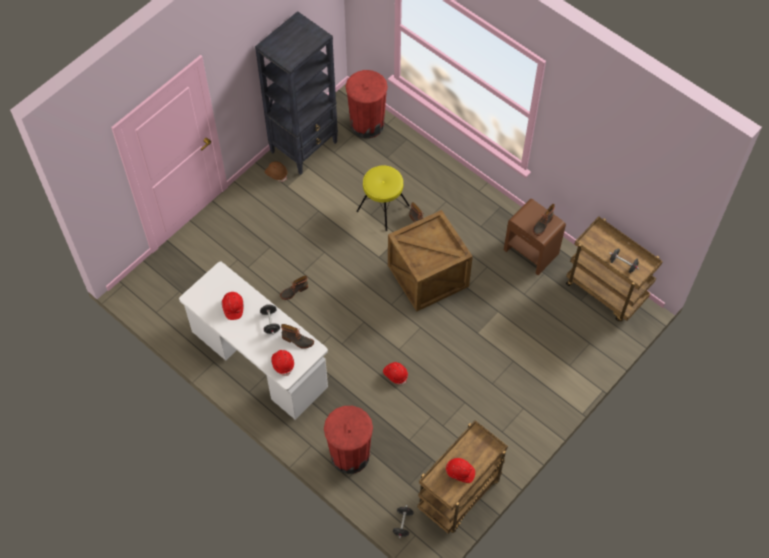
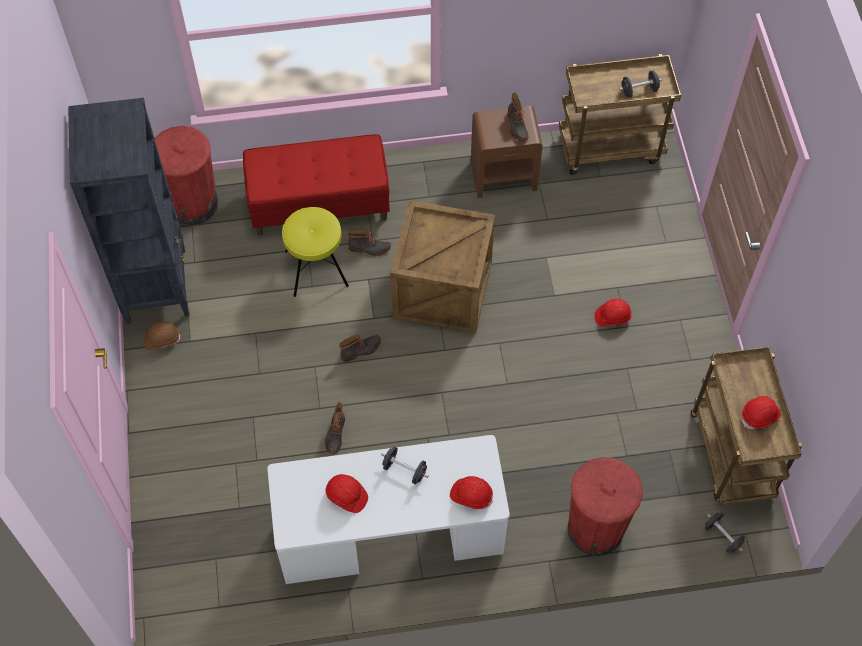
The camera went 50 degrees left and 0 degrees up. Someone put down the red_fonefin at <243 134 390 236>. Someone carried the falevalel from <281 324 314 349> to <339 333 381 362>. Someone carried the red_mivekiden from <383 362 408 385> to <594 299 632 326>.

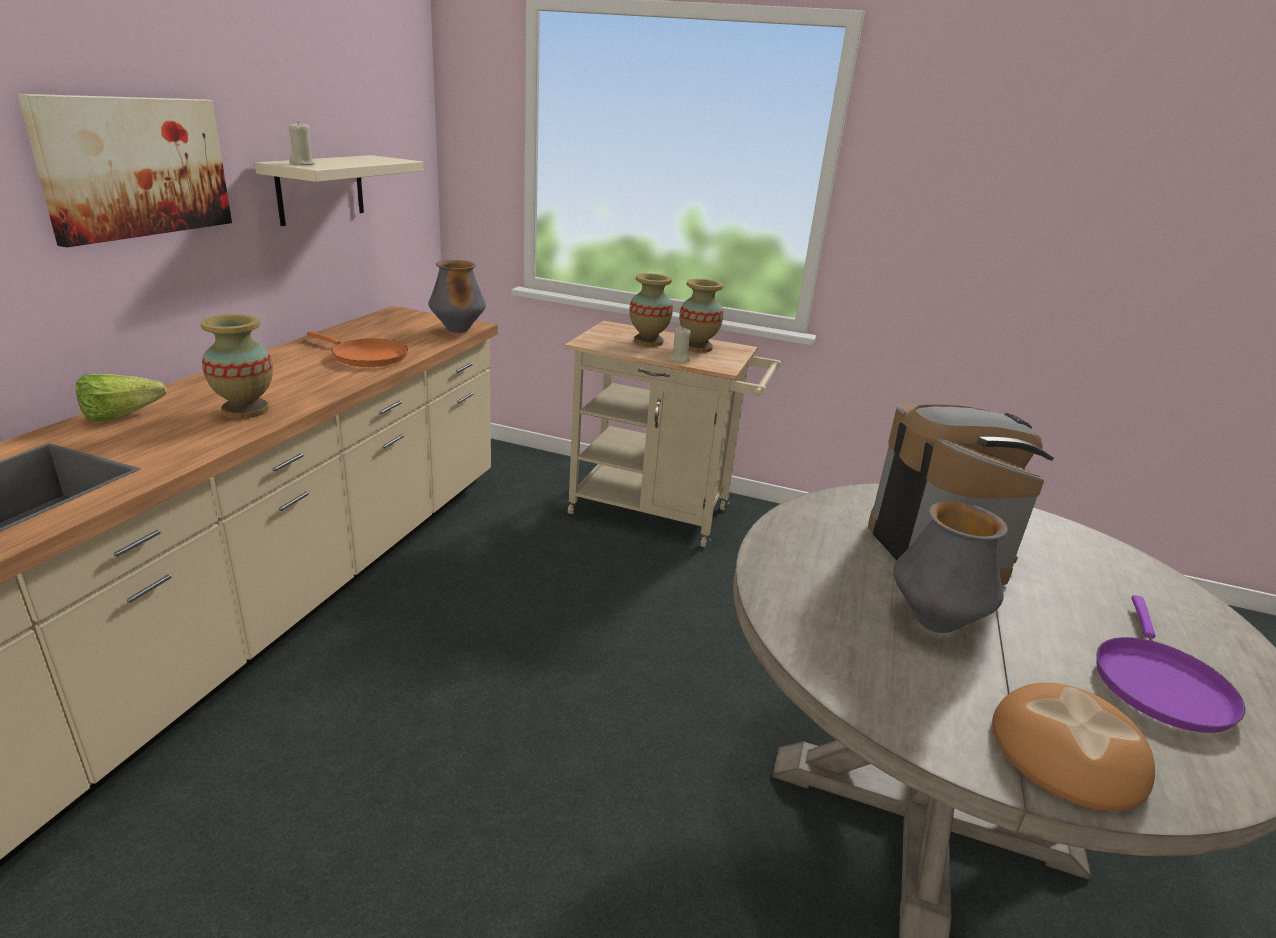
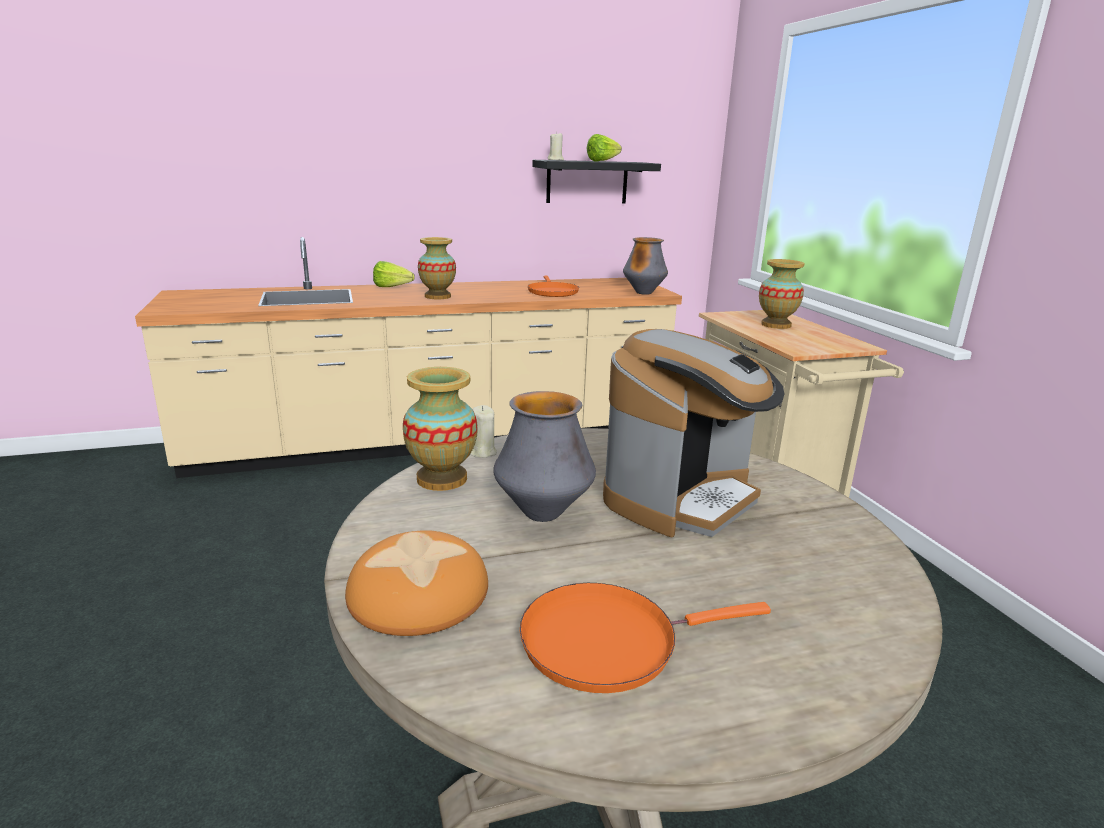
The camera went 55 degrees right and 5 degrees down. Someone took away the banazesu at <17 94 232 247>. Someone put down the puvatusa at <586 134 622 162>. Someone carried the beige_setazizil from <670 327 691 363> to <470 405 497 458>. Someone carried the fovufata from <679 279 723 353> to <403 367 478 491>. Someone repainted the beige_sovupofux at <255 155 424 226>, which became the black_sovupofux at <532 160 661 204>. Someone repainted the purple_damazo at <1096 595 1245 733>, which became the orange_damazo at <520 583 771 693>.

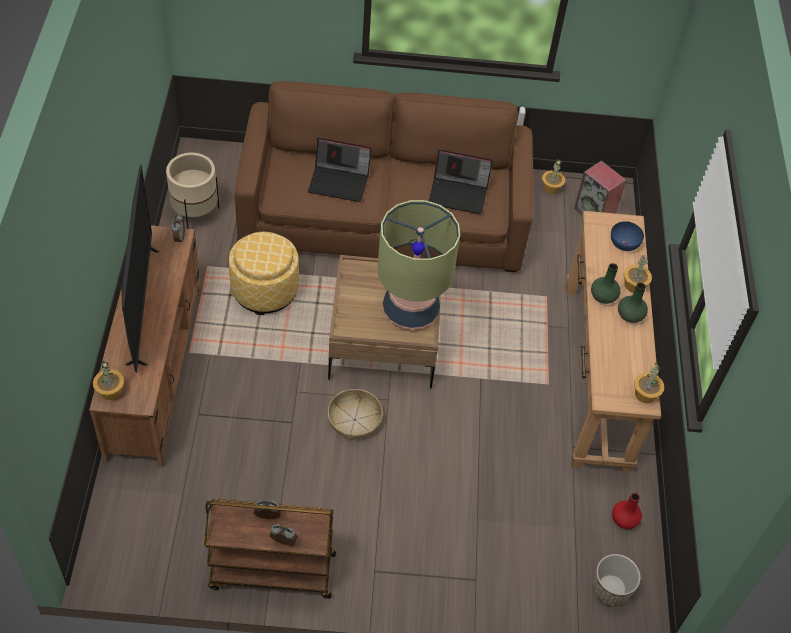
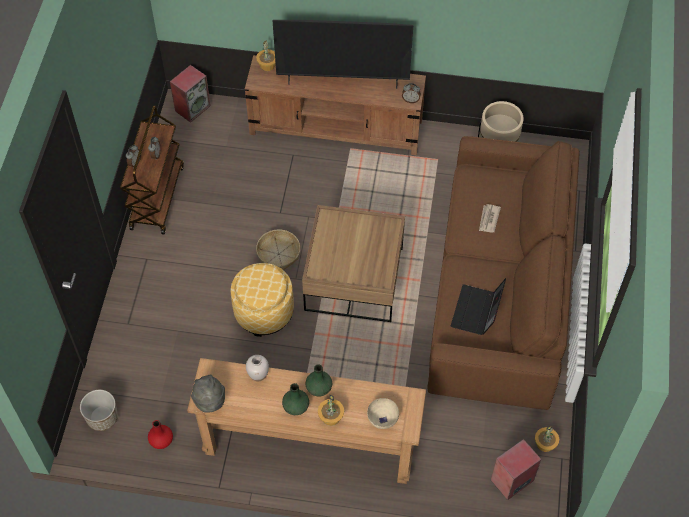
The camera went 100 degrees right and 5 degrees up. Someone took away the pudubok at <378 200 460 330>. Someone put down the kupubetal at <170 65 211 123>. Someone put down the white_fovufata at <246 355 269 382>. Someone carried the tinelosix from <229 232 299 315> to <231 263 294 337>. Someone swapped the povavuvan at <308 138 371 202> for the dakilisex at <479 204 501 233>. Someone swapped the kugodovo at <634 363 664 403> for the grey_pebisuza at <191 374 225 412>. Someone repainted the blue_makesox at <611 221 644 251>, which became the beige_makesox at <367 398 399 429>.

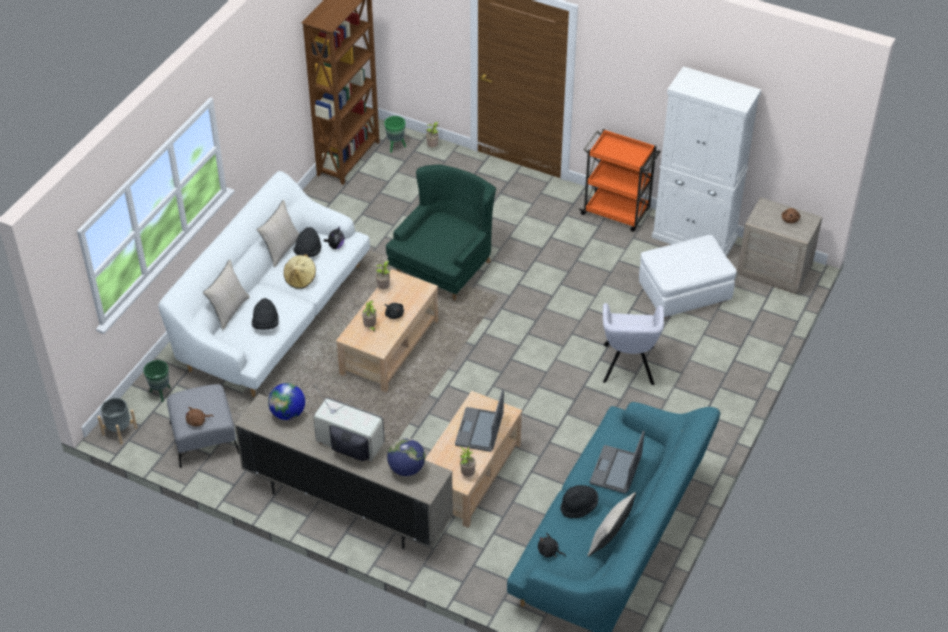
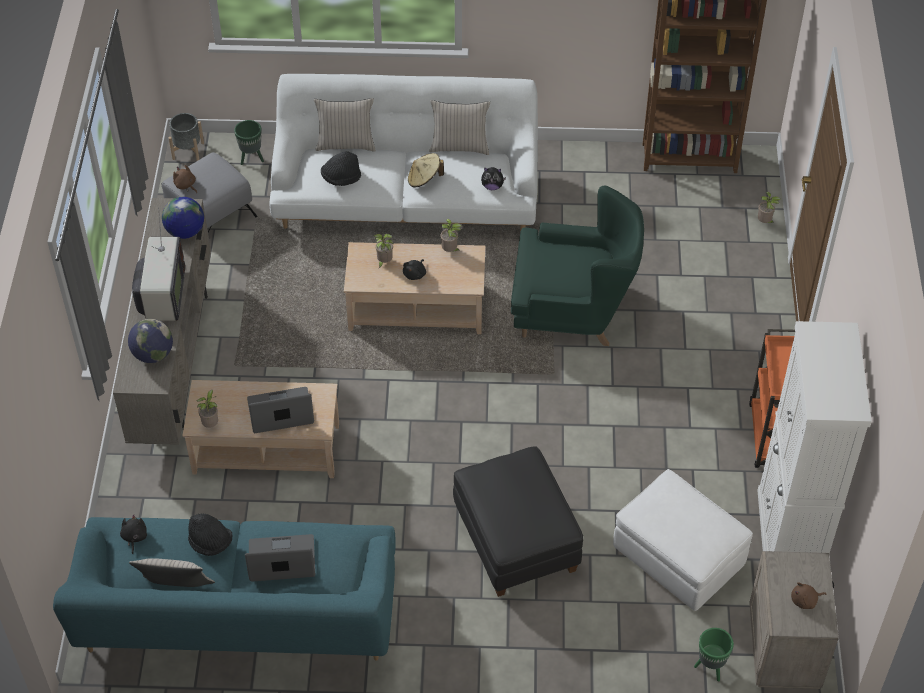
The camera went 65 degrees right and 5 degrees up. Someone took away the black_pebisuza at <293 227 321 257>. Someone carried the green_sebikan from <384 116 406 153> to <694 628 734 681>. Someone swapped the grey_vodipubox at <603 303 664 385> for the black_tinelosix at <453 447 583 597>.

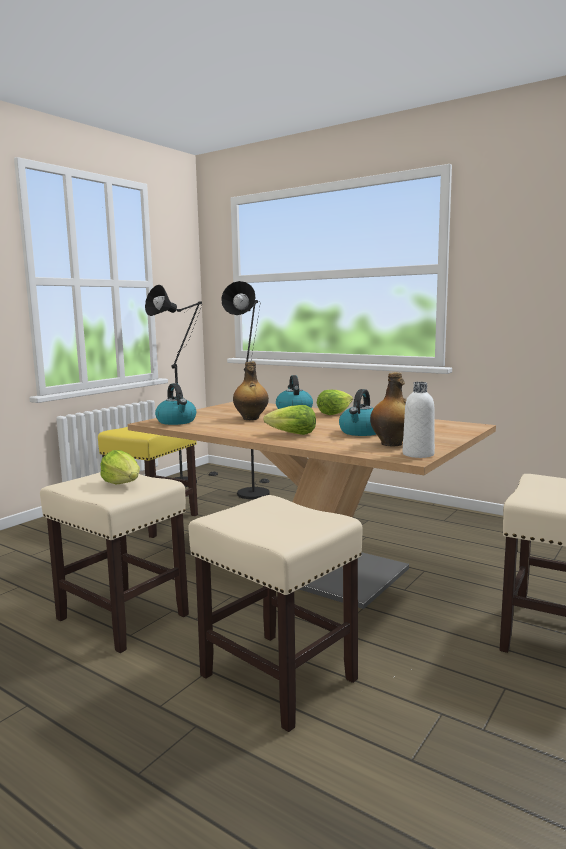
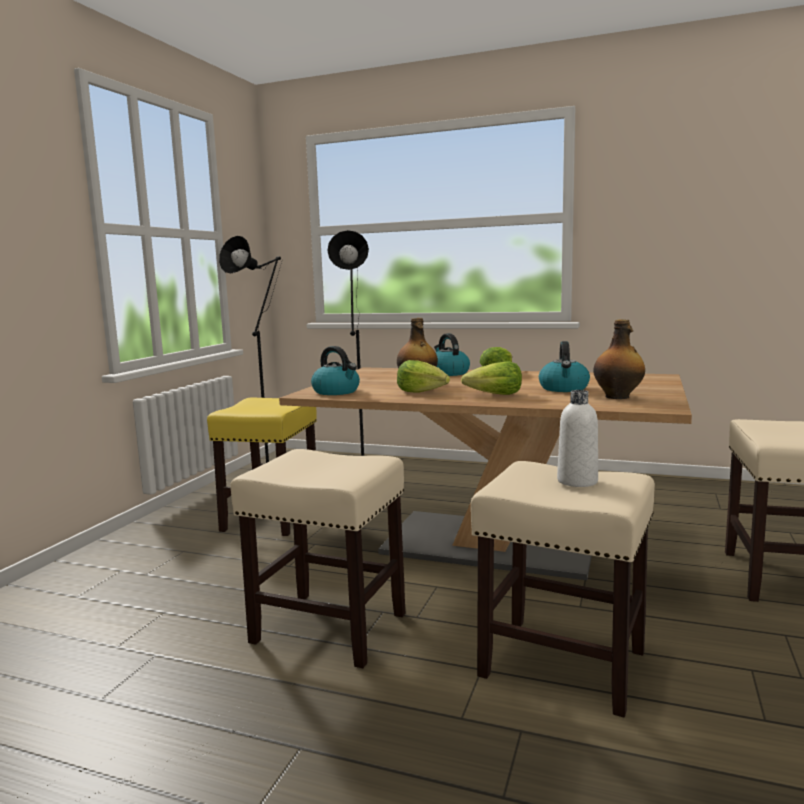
The camera went 15 degrees left and 0 degrees up. Someone carried the puvatusa from <100 450 140 484> to <397 360 450 393>. Someone carried the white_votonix from <403 382 435 458> to <557 390 598 487>.

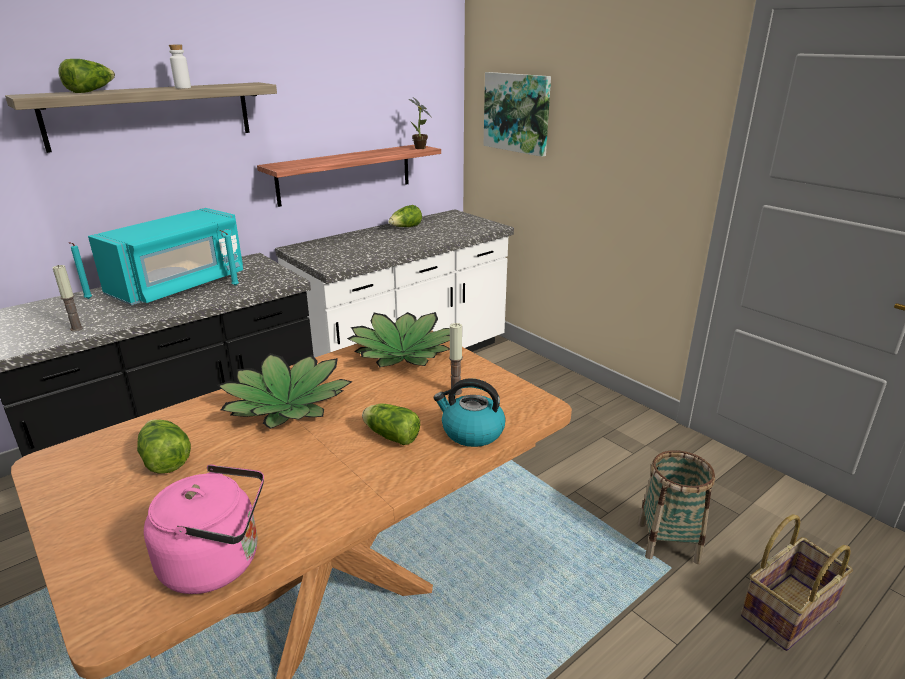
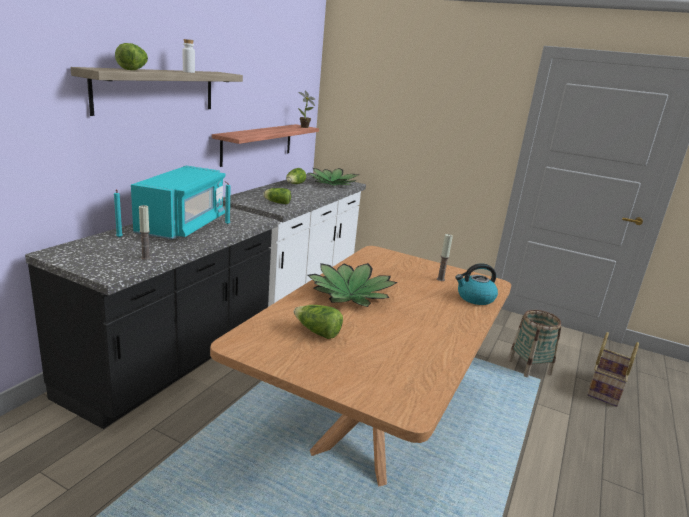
The camera went 25 degrees left and 5 degrees down. Someone took away the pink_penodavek at <144 464 264 594>. Someone took away the banazesu at <483 72 551 157>. Someone carried the kugodovo from <347 312 450 367> to <308 168 358 186>. Someone carried the puvatusa from <362 404 420 445> to <263 188 291 204>.

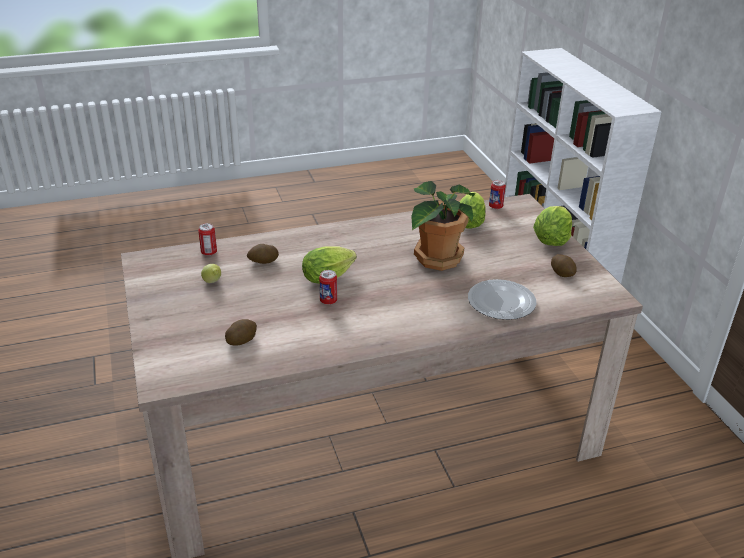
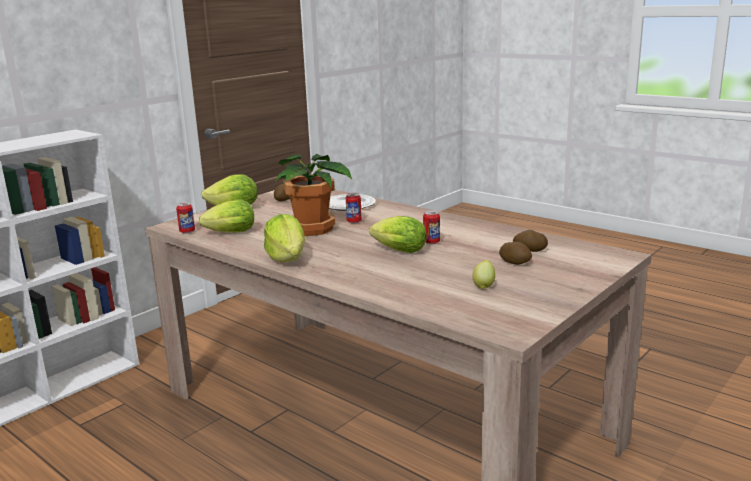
The camera went 120 degrees left and 15 degrees down. Someone put down the puvatusa at <264 214 305 263>. Someone carried the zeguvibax from <198 223 217 256> to <346 193 362 224>. Someone carried the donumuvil from <247 244 279 264> to <499 242 532 265>.

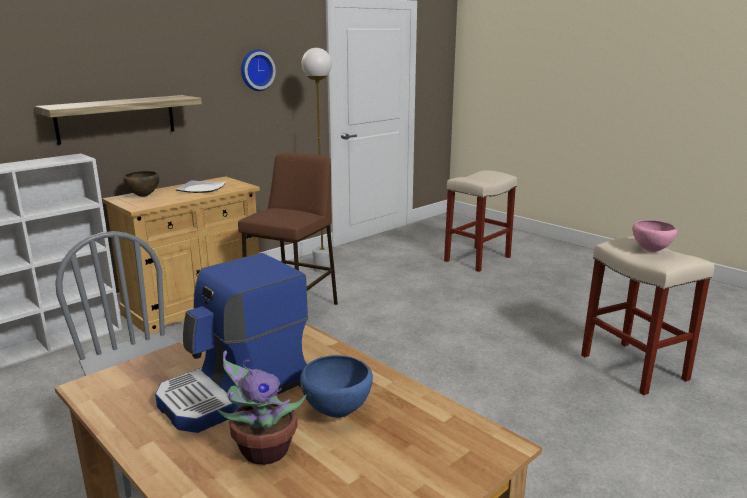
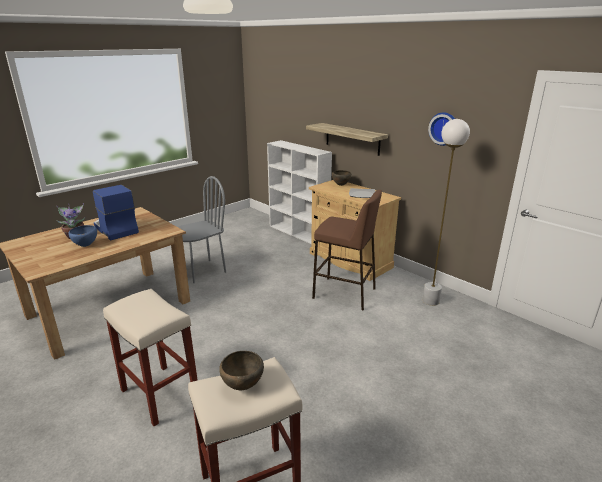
The camera went 90 degrees right and 5 degrees up. Someone carried the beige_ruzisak from <444 170 517 272> to <103 289 197 426>. Someone repainted the pink_makesox at <633 220 677 252>, which became the brown_makesox at <219 351 264 390>.

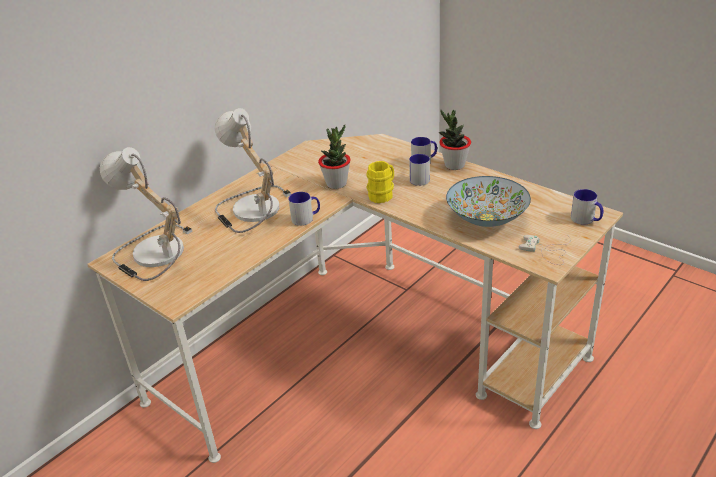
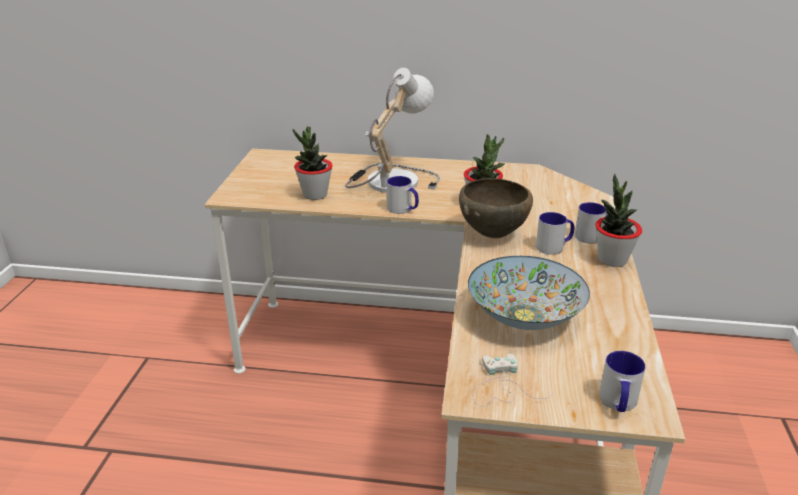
The camera went 55 degrees right and 5 degrees down. Someone took away the pudubok at <100 147 193 281>. Someone put down the kugodovo at <292 126 333 200>. Someone swapped the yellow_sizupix at <366 161 394 203> for the brown_makesox at <459 178 533 238>.

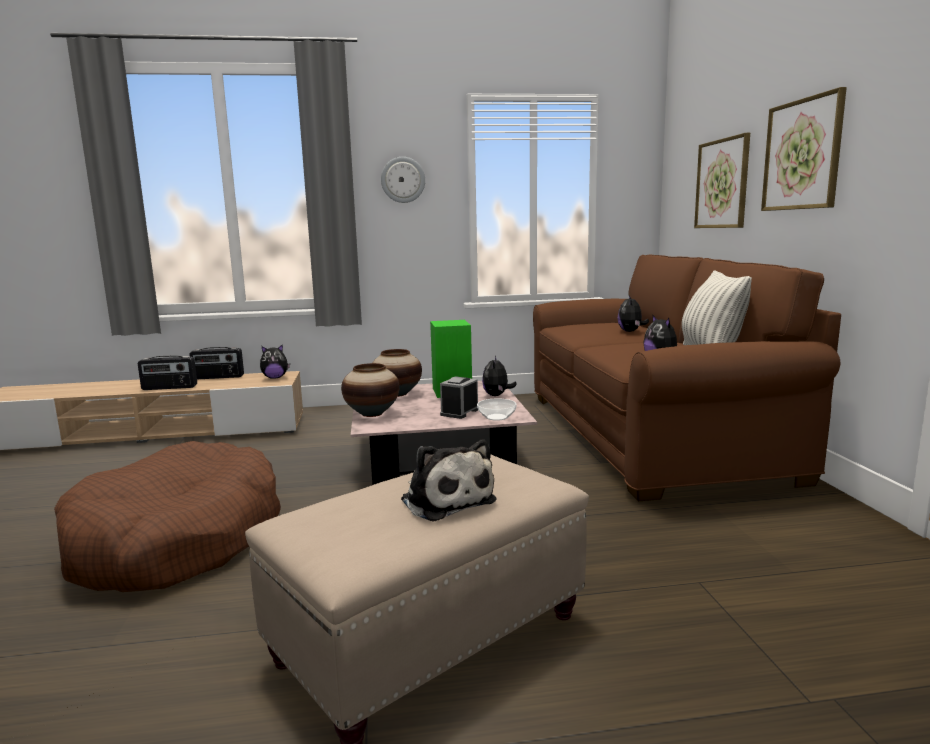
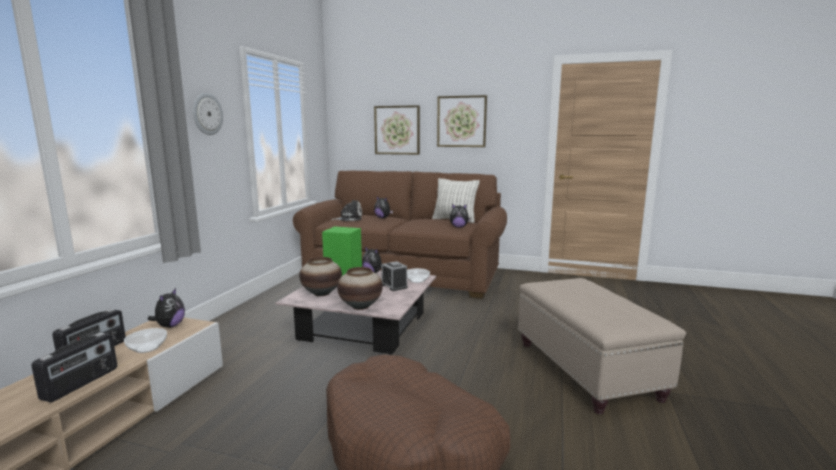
The camera went 65 degrees left and 0 degrees up. Someone put down the makesox at <124 328 167 353>. Someone carried the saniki from <401 439 497 522> to <331 200 362 221>.

